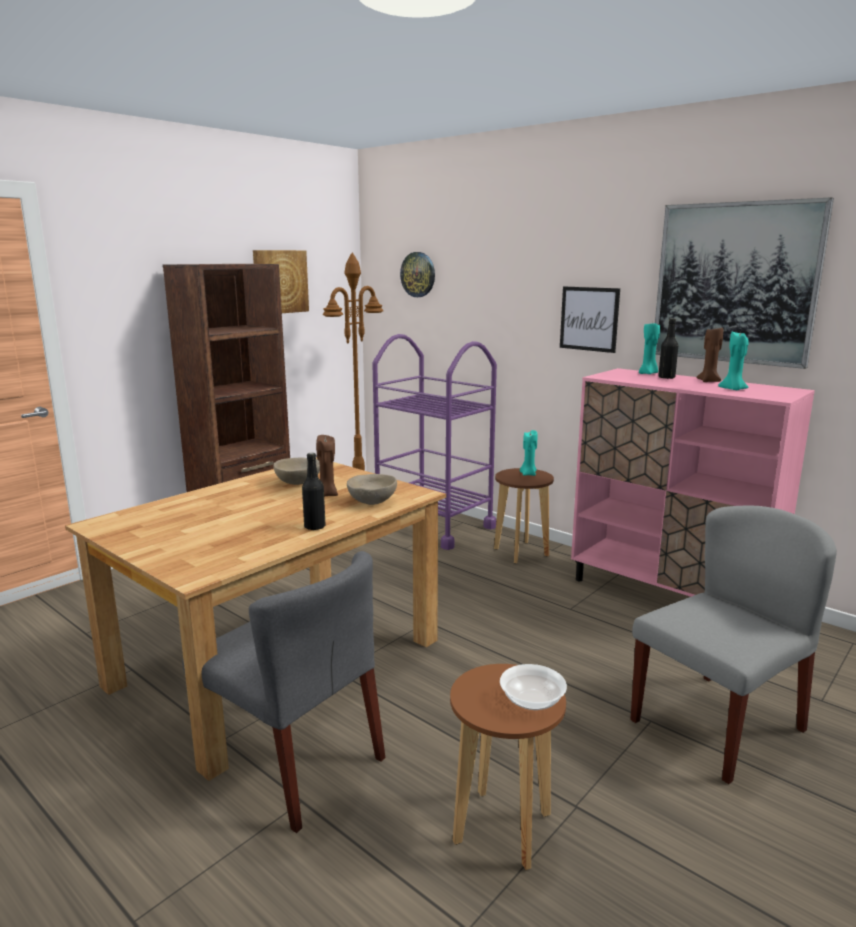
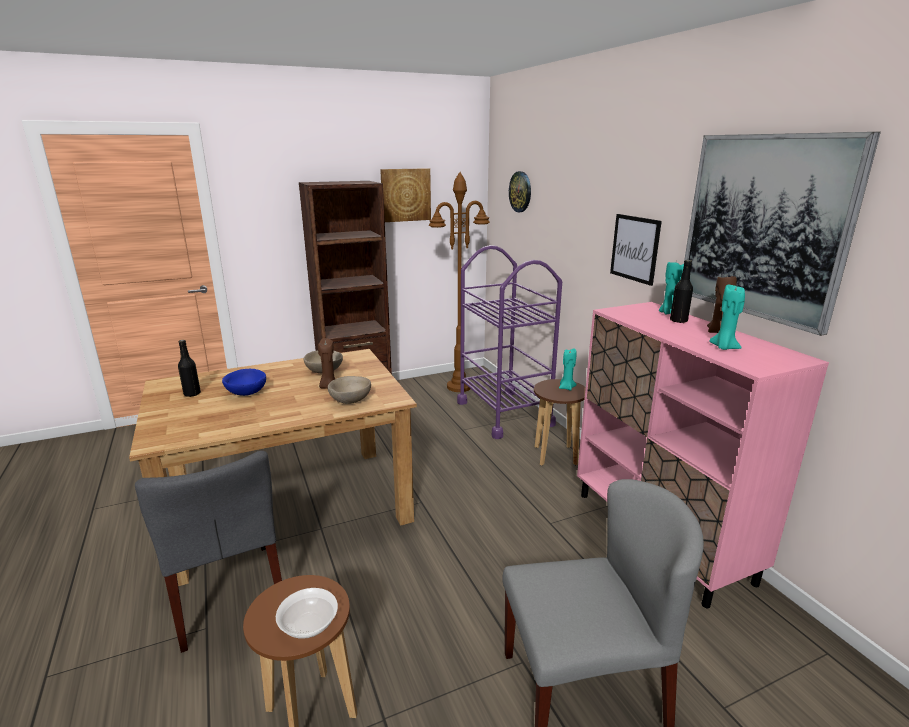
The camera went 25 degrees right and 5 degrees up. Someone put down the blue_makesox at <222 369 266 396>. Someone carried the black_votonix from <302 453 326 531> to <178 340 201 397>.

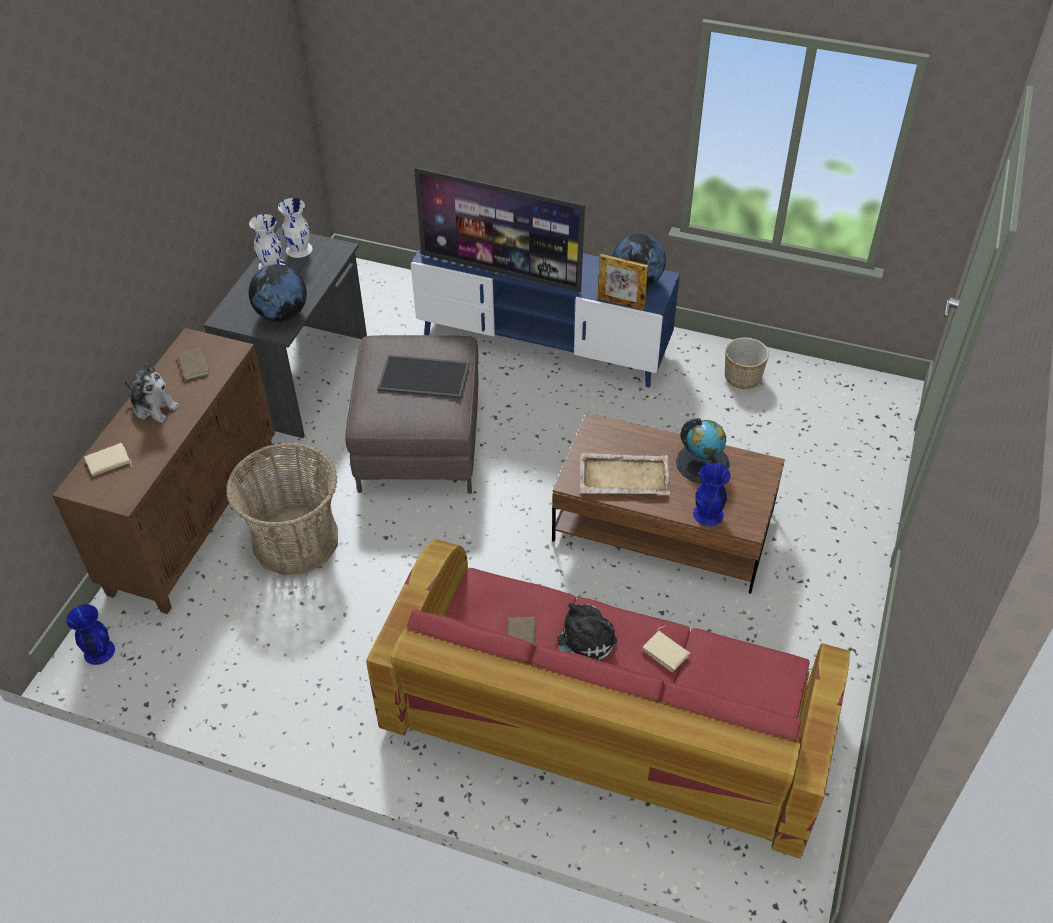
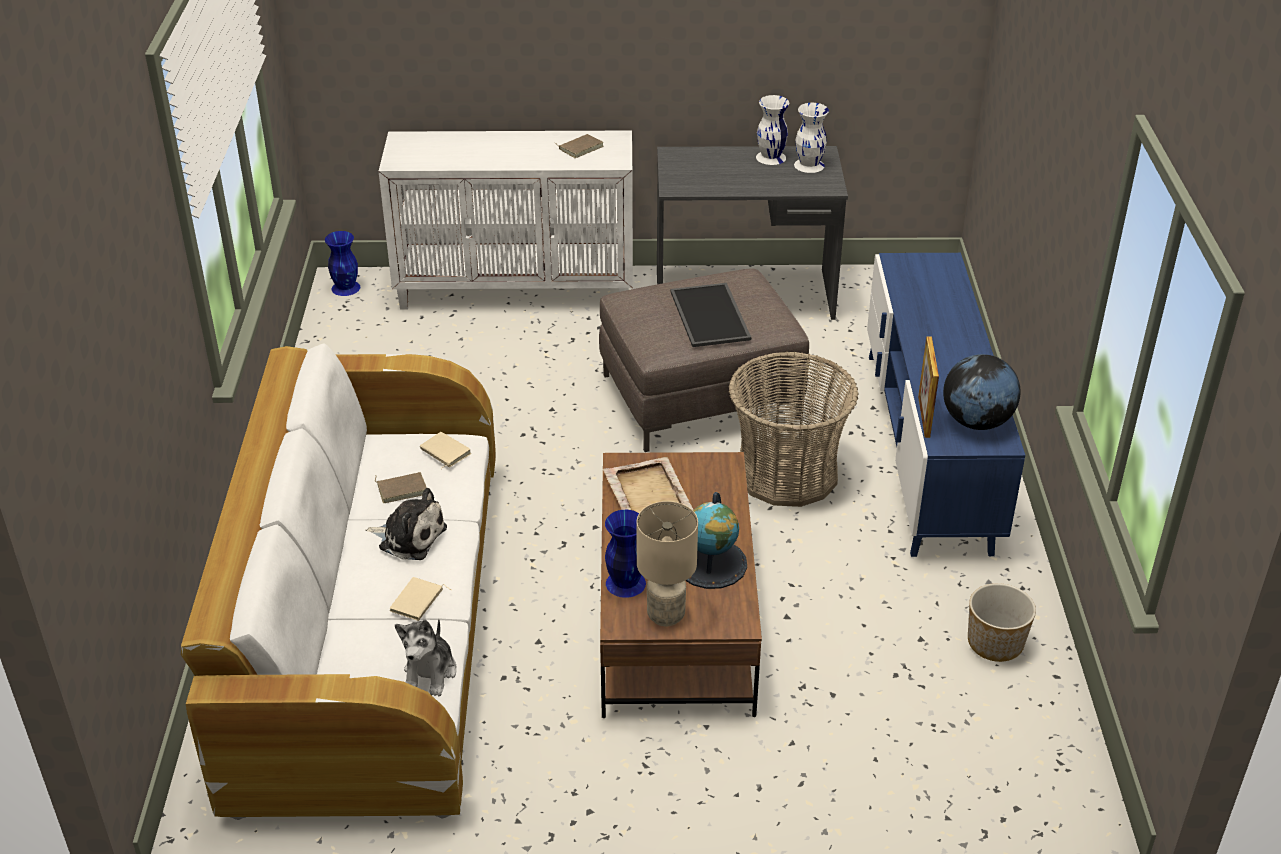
The camera went 70 degrees right and 10 degrees down. Someone took away the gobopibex at <249 264 307 322>. Someone took away the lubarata at <414 167 585 293>. Someone put down the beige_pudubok at <637 501 698 626>. Someone carried the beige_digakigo from <84 443 132 477> to <420 432 471 469>. Someone carried the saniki from <124 363 179 423> to <395 619 457 697>. Someone carried the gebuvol from <226 442 338 575> to <728 352 859 507>. Someone repainted the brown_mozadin at <52 328 275 614>, which became the white_mozadin at <379 131 633 310>. Someone repainted the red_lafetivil at <366 539 850 859>, which became the white_lafetivil at <181 343 496 820>.

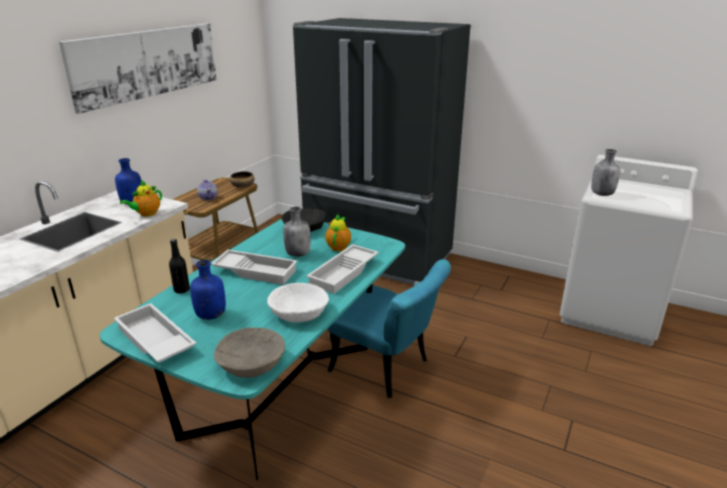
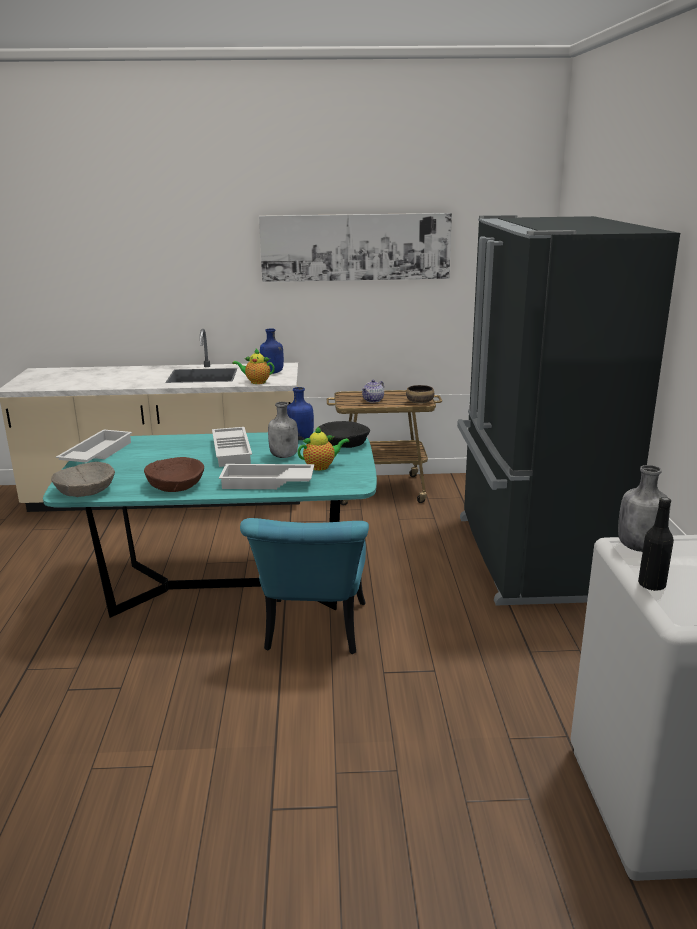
The camera went 60 degrees right and 5 degrees down. Someone carried the black_votonix from <169 239 190 294> to <638 497 674 591>. Someone carried the blue_votonix from <190 260 226 320> to <287 387 314 440>. Someone repainted the white_makesox at <267 283 329 323>, which became the brown_makesox at <144 457 204 492>.

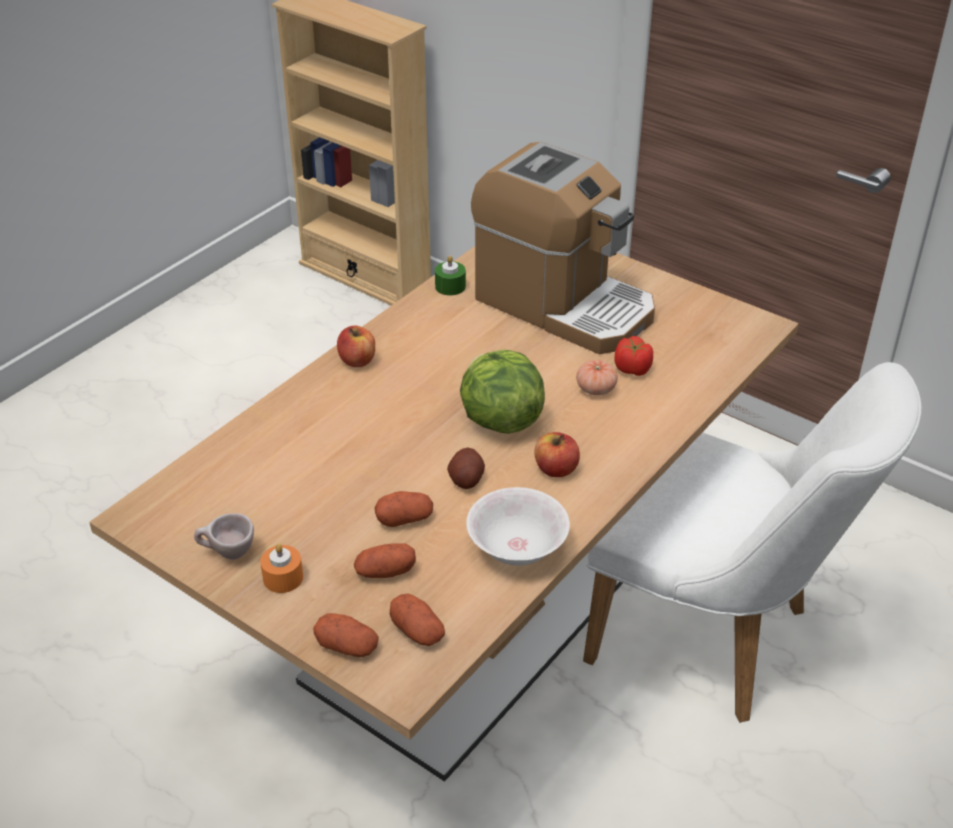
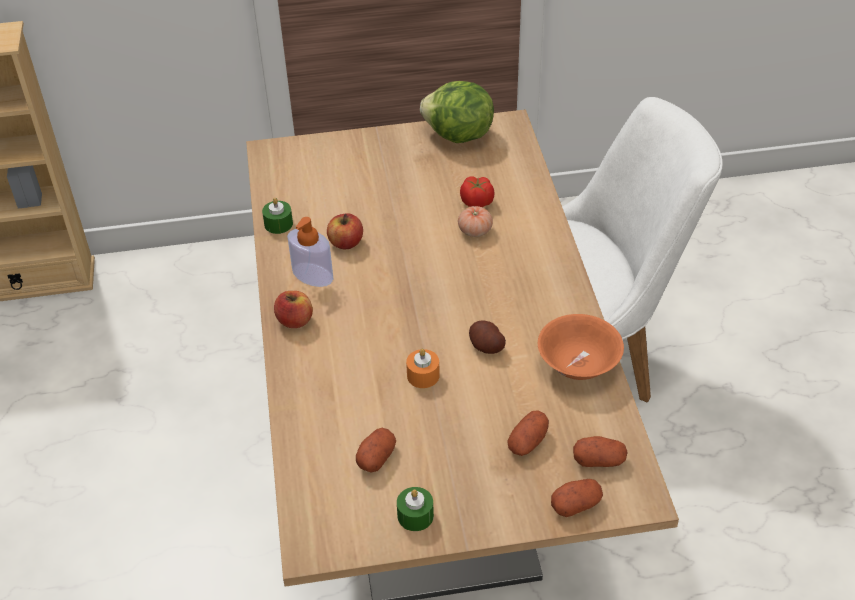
The camera went 45 degrees left and 5 degrees up. Someone took away the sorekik at <471 142 655 354>. Someone put down the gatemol at <287 217 333 287>. Someone carried the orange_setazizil from <260 544 303 593> to <406 349 440 388>. Someone carried the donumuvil from <374 491 433 527> to <356 428 396 473>. Someone carried the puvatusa from <460 350 545 434> to <420 81 494 143>. Someone carried the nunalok from <534 432 580 477> to <327 213 363 249>. Someone swapped the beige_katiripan at <194 513 254 559> for the green_setazizil at <397 487 434 531>. Someone repainted the white_makesox at <466 487 570 565>, which became the orange_makesox at <538 314 624 380>.

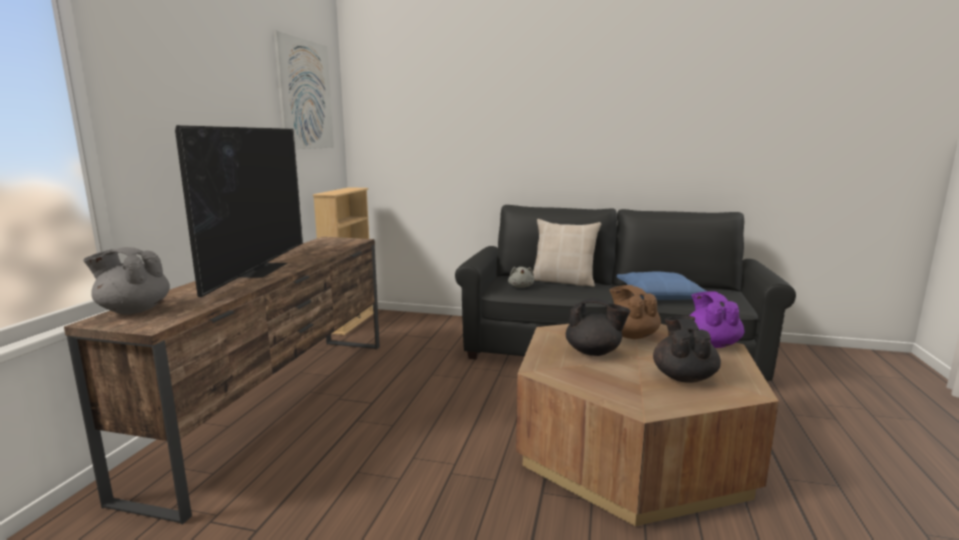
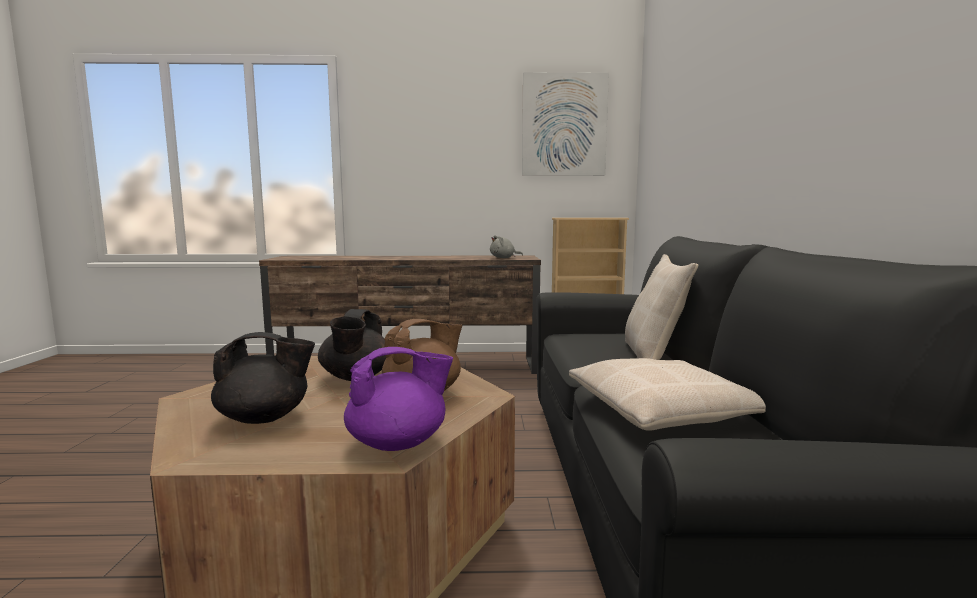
The camera went 75 degrees right and 5 degrees down. Someone took away the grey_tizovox at <83 247 170 314>. Someone took away the lubarata at <175 125 303 297>. Someone carried the grey_saniki from <508 267 534 288> to <490 235 523 258>. Someone repainted the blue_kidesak at <617 272 708 300>, which became the beige_kidesak at <569 358 766 431>.

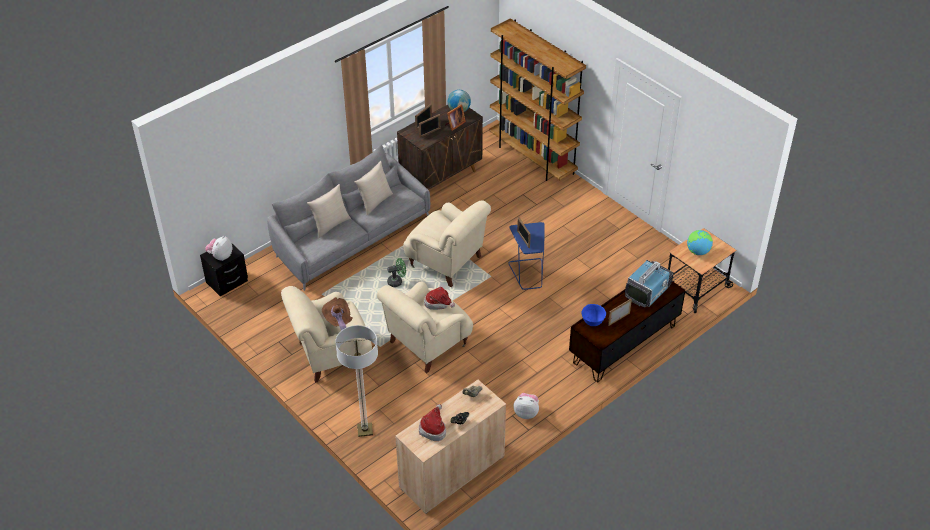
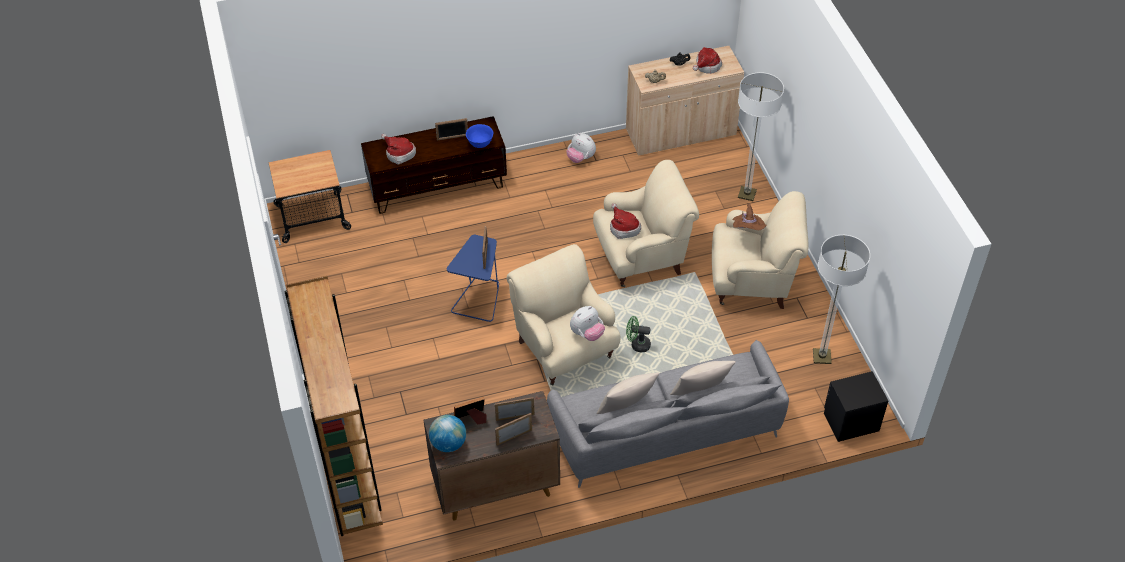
The camera went 155 degrees left and 5 degrees up. Someone took away the gobopibex at <687 230 713 255>. Someone put down the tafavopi at <813 235 870 364>. Someone carried the saniki from <205 236 232 261> to <570 306 605 341>. Someone swapped the lubarata at <625 260 674 308> for the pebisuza at <381 134 416 165>.

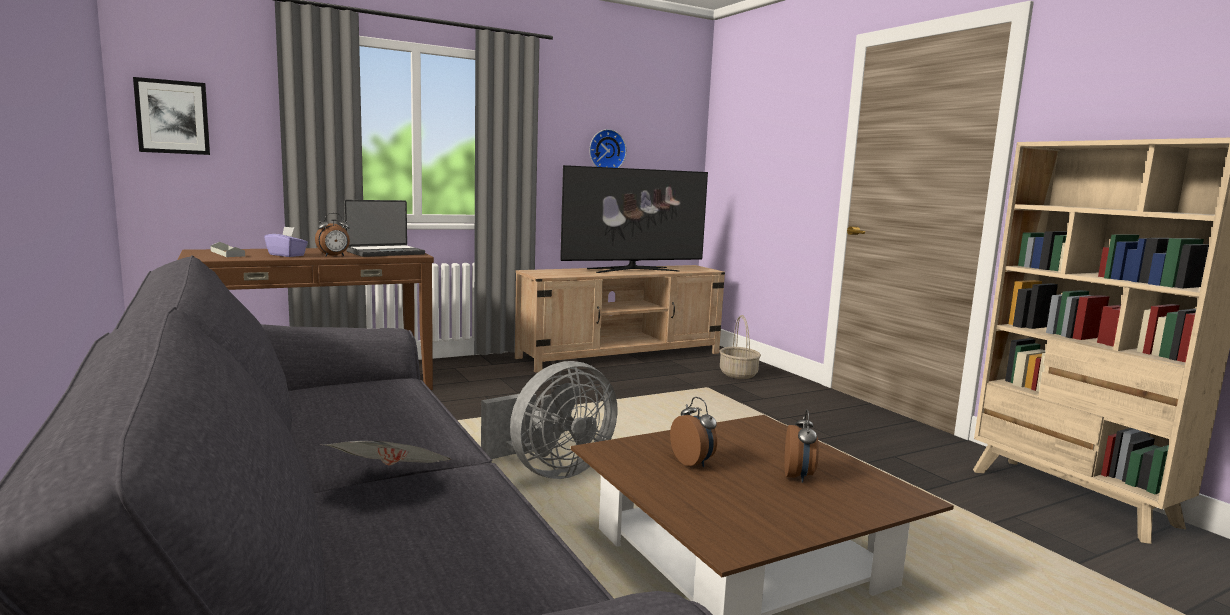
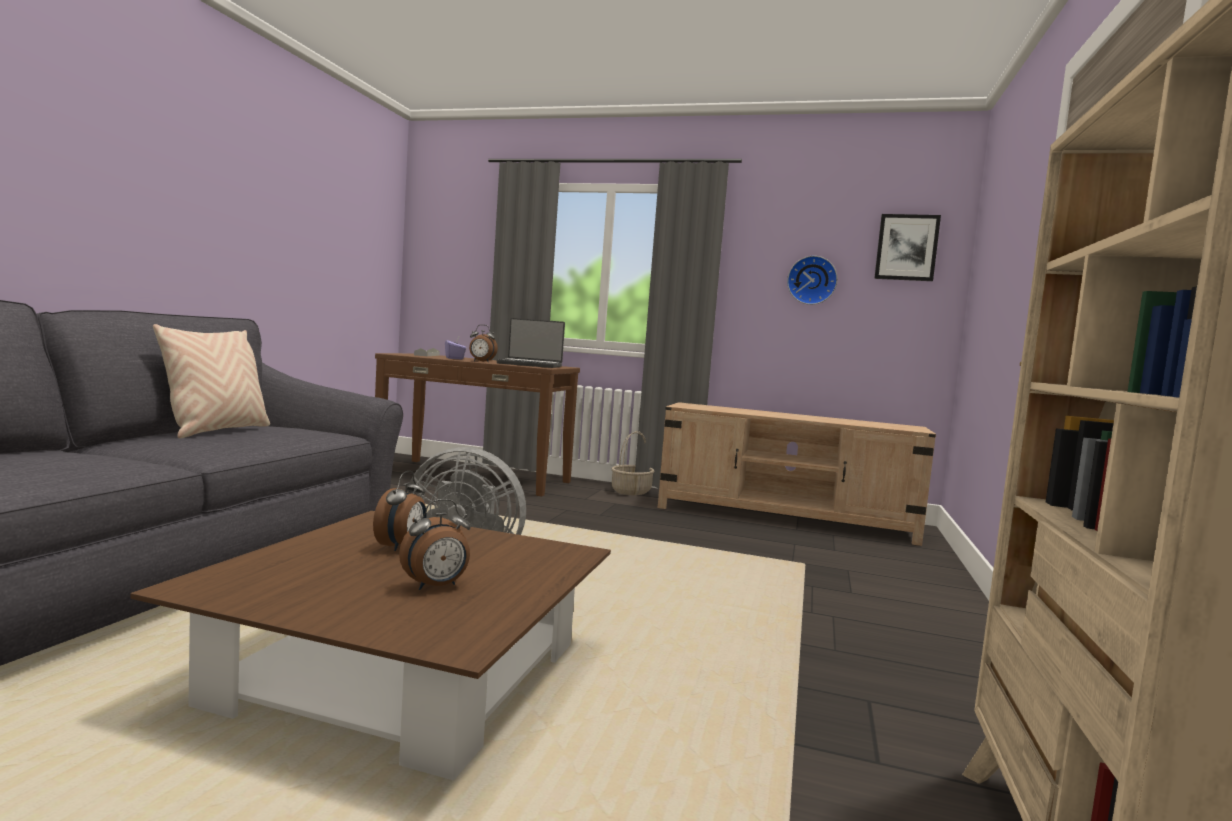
The camera went 45 degrees right and 5 degrees down. Someone took away the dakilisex at <326 441 451 465>. Someone took away the lubarata at <560 165 708 273>. Someone put down the beige_kidesak at <153 324 270 438>. Someone carried the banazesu from <133 77 210 155> to <874 214 941 281>. Someone carried the gebuvol from <719 315 761 379> to <611 431 655 495>.

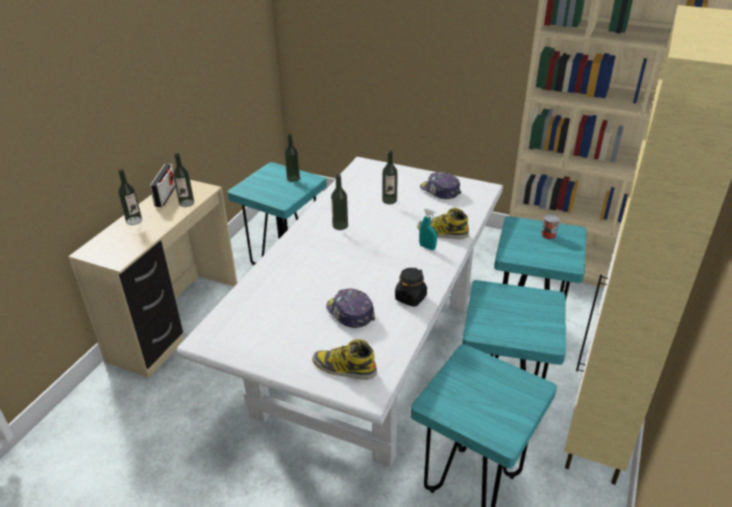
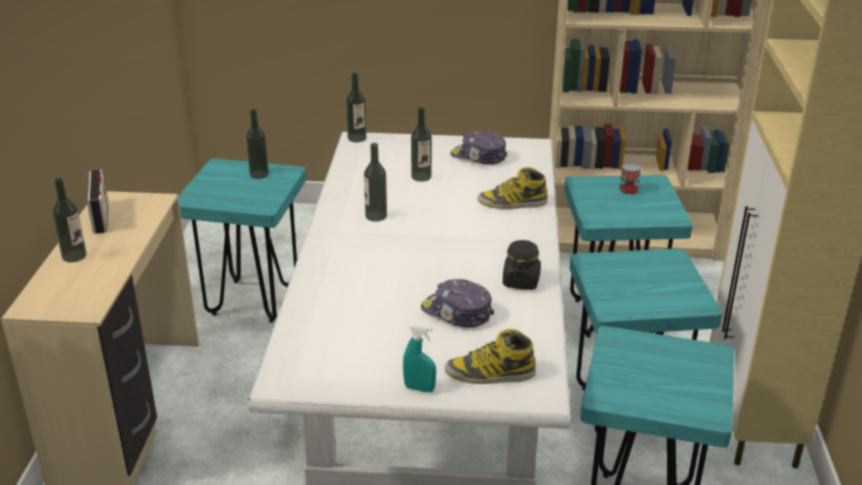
The camera went 20 degrees left and 5 degrees down. Someone carried the votonix from <173 153 194 207> to <346 72 367 142>. Someone carried the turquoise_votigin from <419 208 437 250> to <403 324 436 392>.

